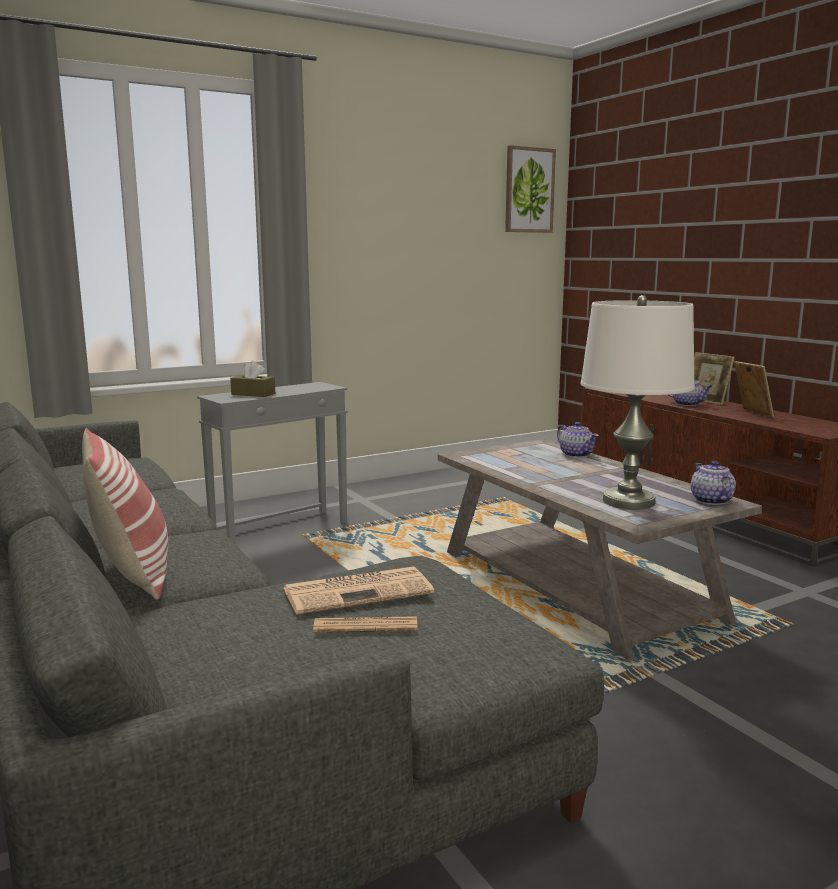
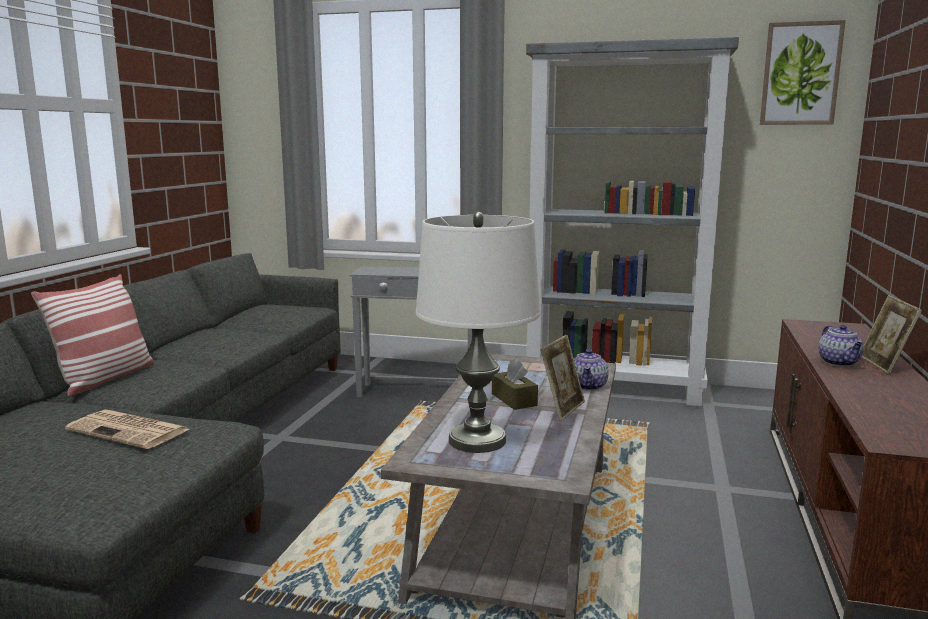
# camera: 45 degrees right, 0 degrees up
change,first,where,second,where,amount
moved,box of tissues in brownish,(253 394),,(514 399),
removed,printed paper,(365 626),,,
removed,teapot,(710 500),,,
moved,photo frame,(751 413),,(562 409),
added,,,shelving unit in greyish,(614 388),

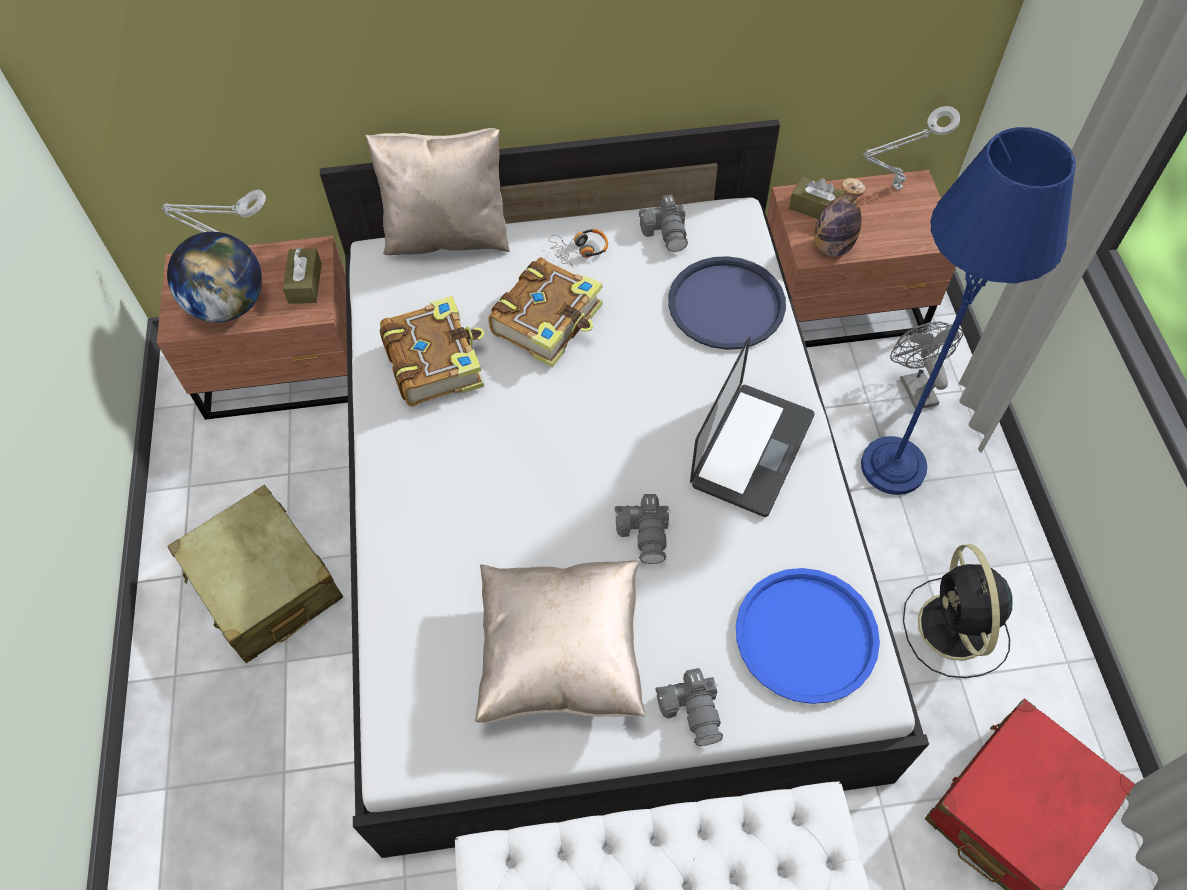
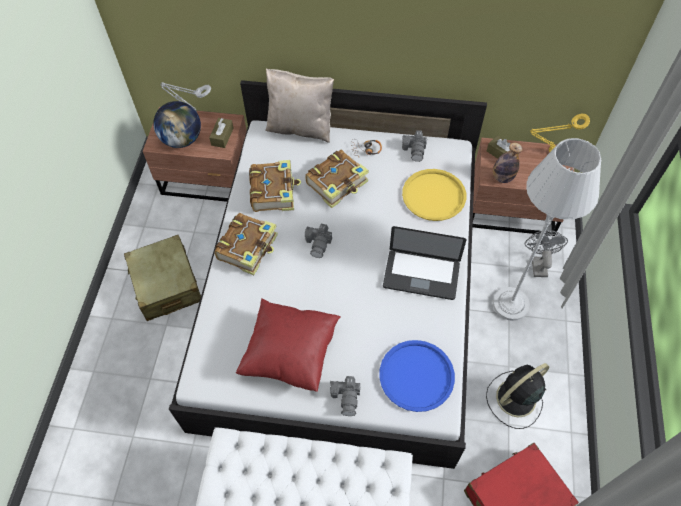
# camera: 15 degrees right, 0 degrees up
change,first,where,second,where,amount
recoloured,throw pillow in sand-coloured,(561 655),throw pillow in red-coloured,(290 353),
moved,still camera,(645 534),,(319 244),
recoloured,carrying tray in blue-coloured,(726 304),carrying tray in yellow-coloured,(433 195),
turned,portable computer,(752 450),,(421 275),60 degrees clockwise
recoloured,standing lamp in blue-coloured,(893 466),standing lamp in greyish,(511 304),
recoloured,tabletop lamp in greyish,(894 188),tabletop lamp in yellow-coloured,(549 152),
turned,fan in black,(954 630),,(514 399),45 degrees clockwise
added,,,bound book,(248 247),

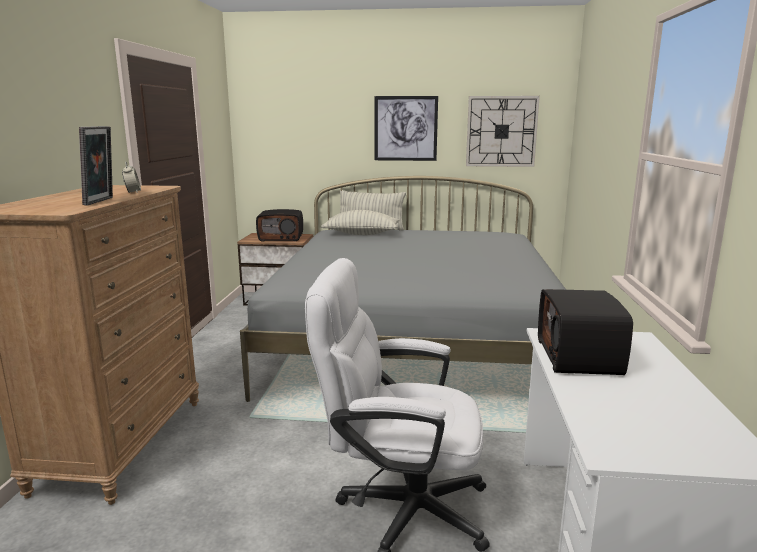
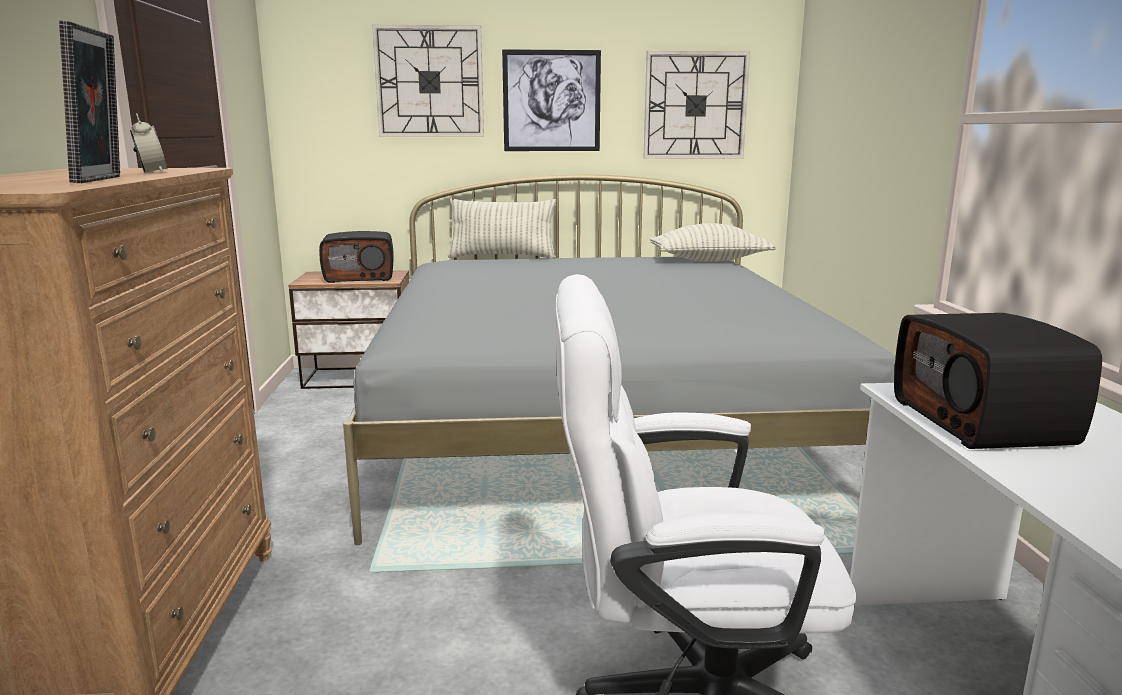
# camera: 10 degrees left, 0 degrees up
change,first,where,second,where,amount
moved,throw pillow,(361 234),,(709 260),
added,,,clock on the wall,(429 82),

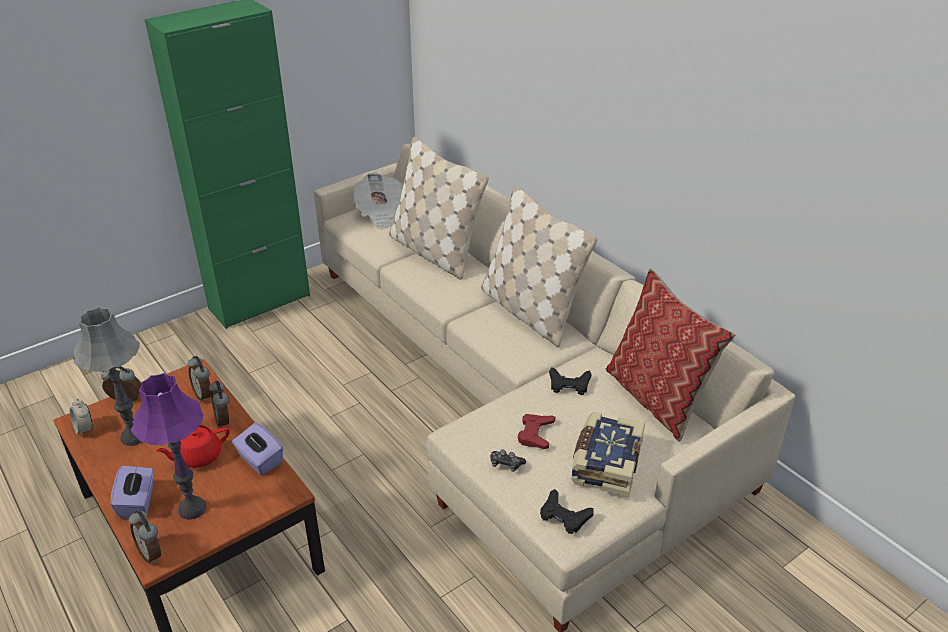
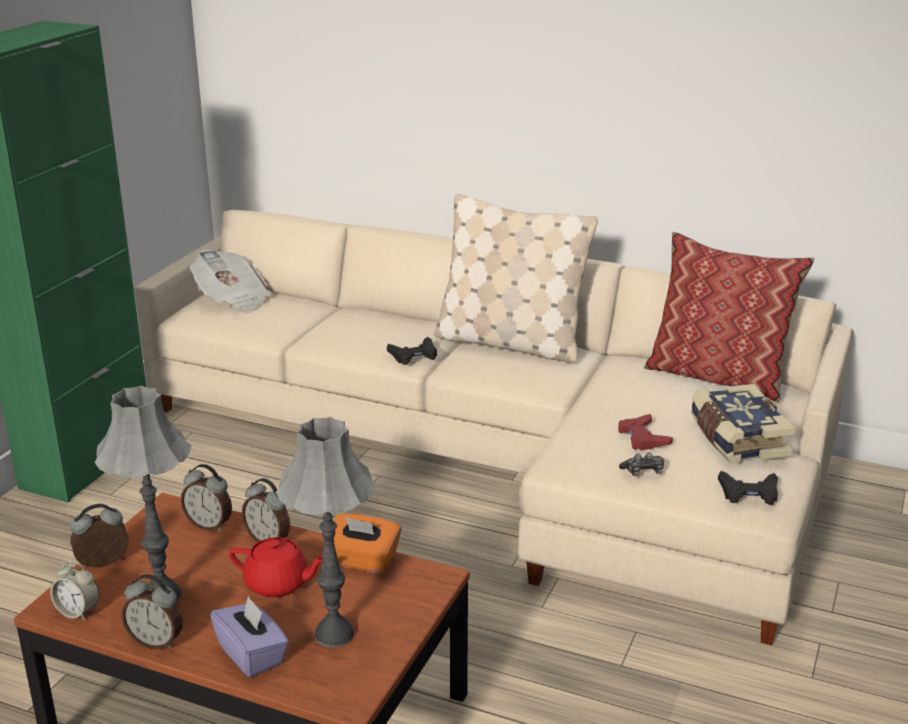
# camera: 30 degrees left, 10 degrees down
change,first,where,second,where,amount
moved,bedside clock,(151 553),,(156 641),
recoloured,tabletop lamp in purple,(192 508),tabletop lamp in greyish,(333 634),
turned,teapot in red-coloured,(198 456),,(278 584),105 degrees counterclockwise
recoloured,box of tissues in purple,(260 460),box of tissues in orange-coloured,(363 561),
removed,throw pillow in sand-coloured,(435 252),,,
moved,joypad in black,(569 384),,(414 355),

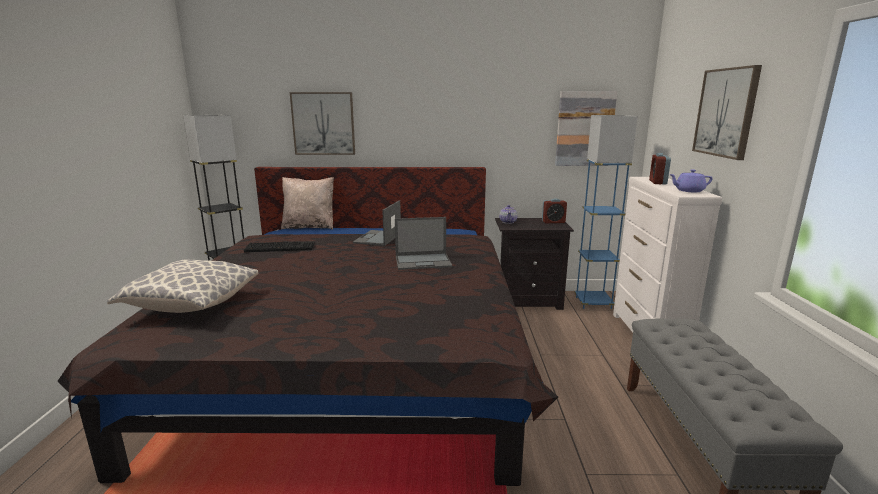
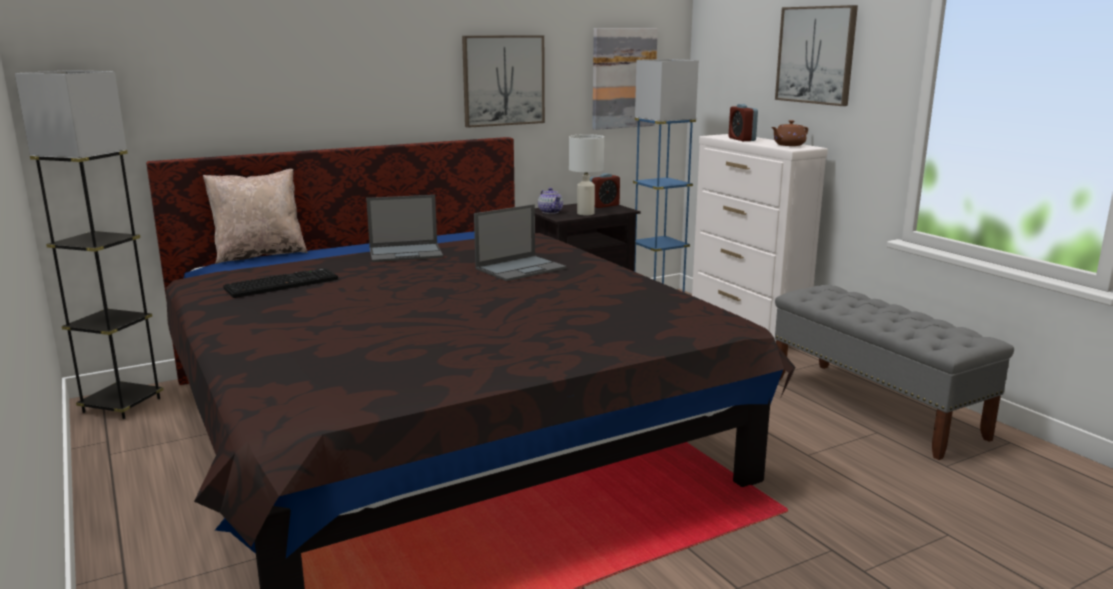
# camera: 30 degrees left, 0 degrees up
change,first,where,second,where,amount
removed,throw pillow,(192 304),,,
moved,wall picture,(323 123),,(503 80),
turned,portable computer,(377 238),,(406 253),90 degrees counterclockwise
recoloured,teapot in purple,(688 191),teapot in brownish,(788 145),
added,,,tabletop lamp in white,(585 213),

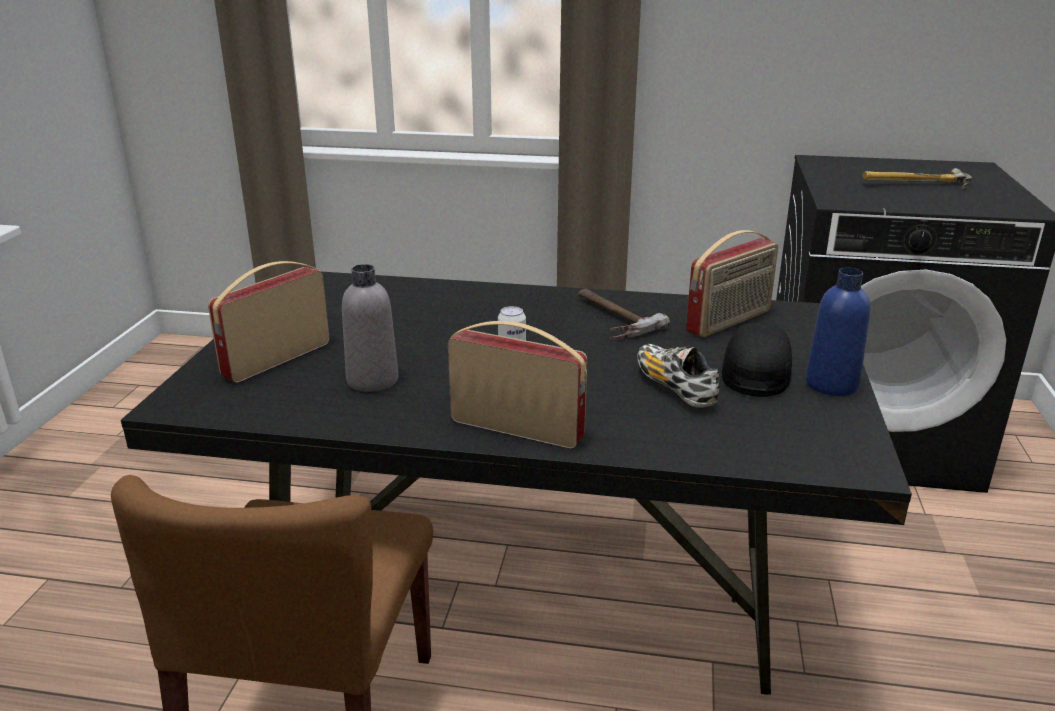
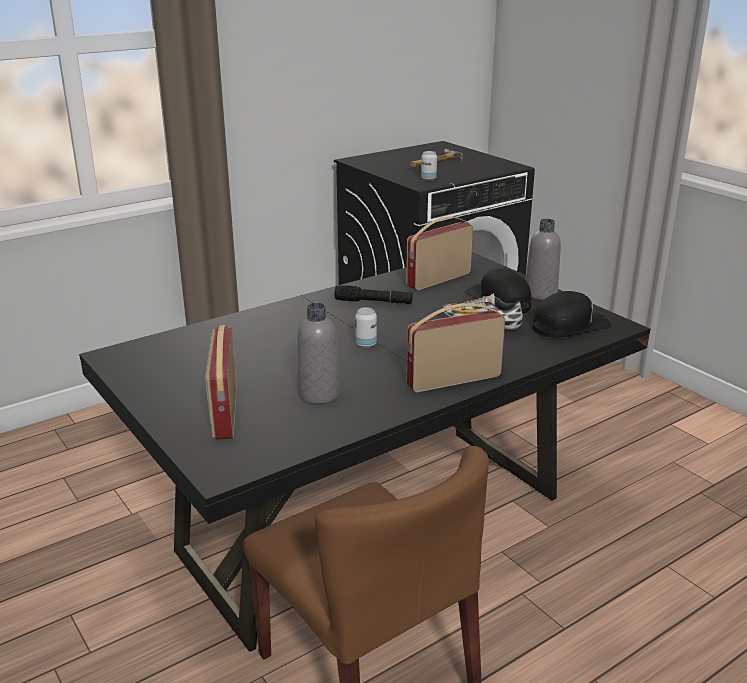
# camera: 45 degrees left, 0 degrees up
change,first,where,second,where,amount
replaced,tool hammer,(608 318),flashlight in black,(373 302),
turned,radio receiver,(730 321),,(438 279),135 degrees counterclockwise
recoloured,bottle in blue-coloured,(831 384),bottle in greyish,(540 294),
added,,,sealed can,(428 179),
added,,,baseball cap in black,(569 325),

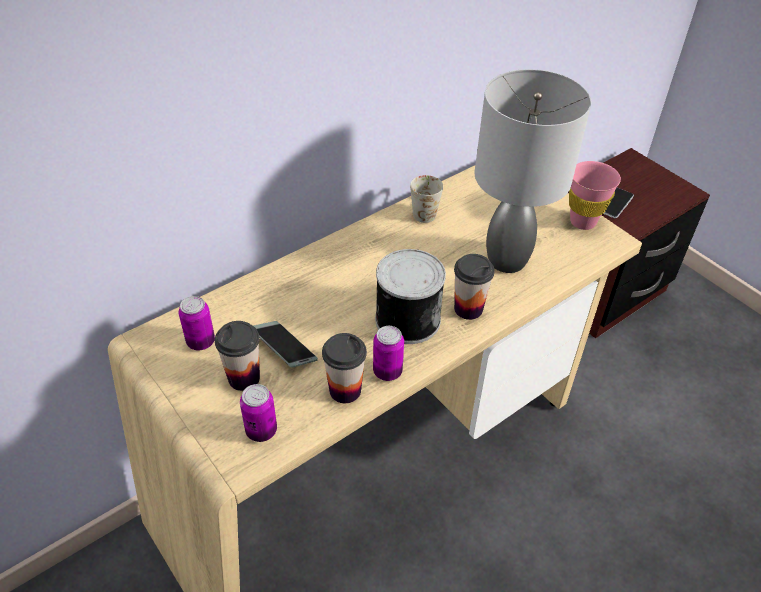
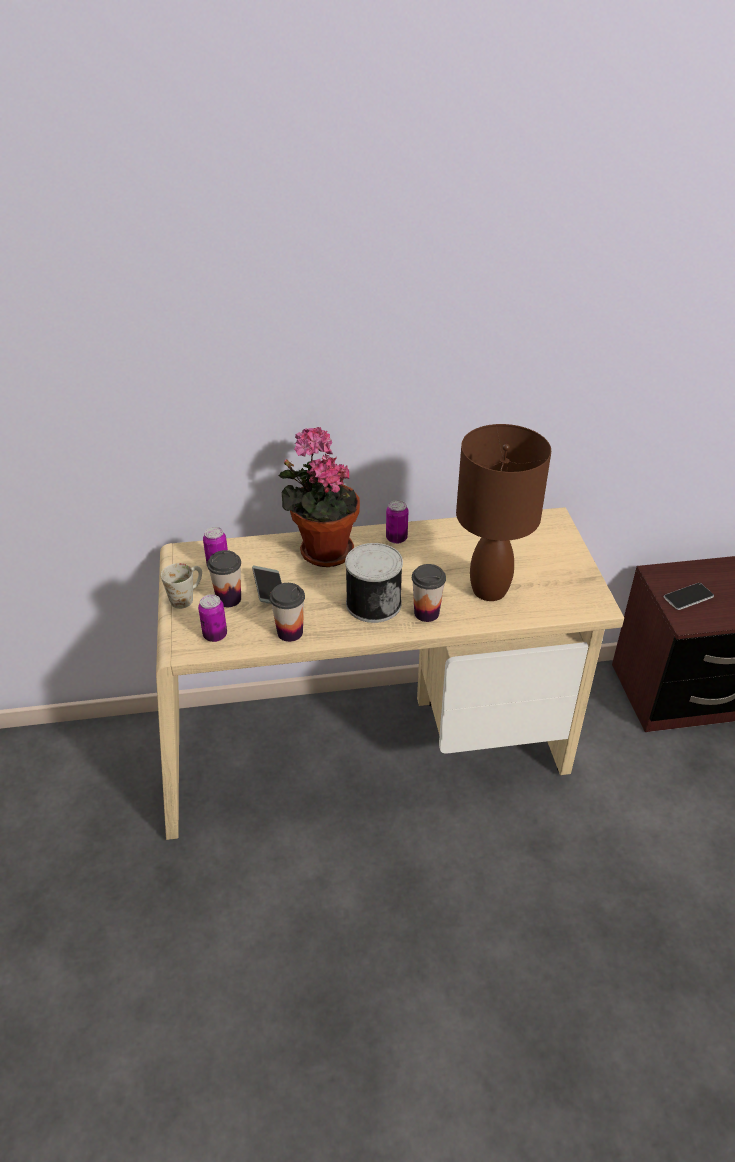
# camera: 30 degrees right, 5 degrees down
change,first,where,second,where,amount
moved,sealed can,(387 371),,(396 538),
moved,tea mug in white,(424 210),,(187 597),
recoloured,tabletop lamp in greyish,(508 260),tabletop lamp in brownish,(490 590),
removed,cup in pinkish,(582 222),,,
added,,,plant in a pot,(322 550),

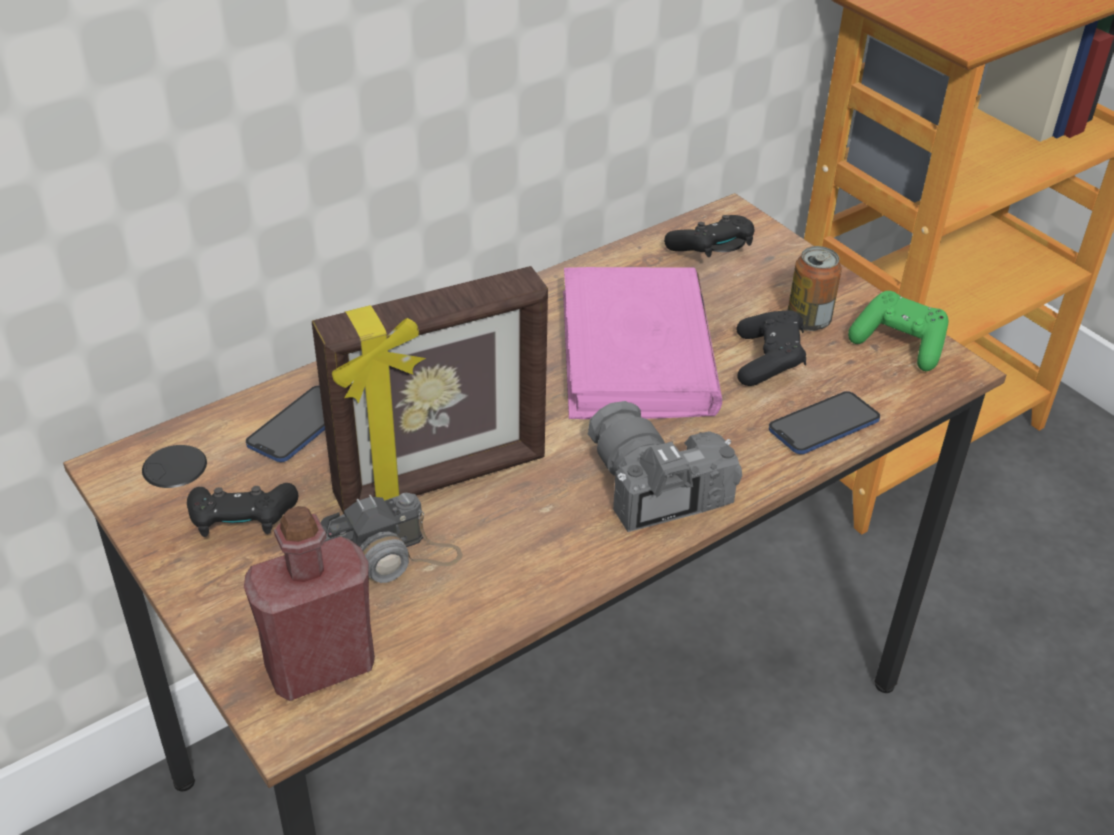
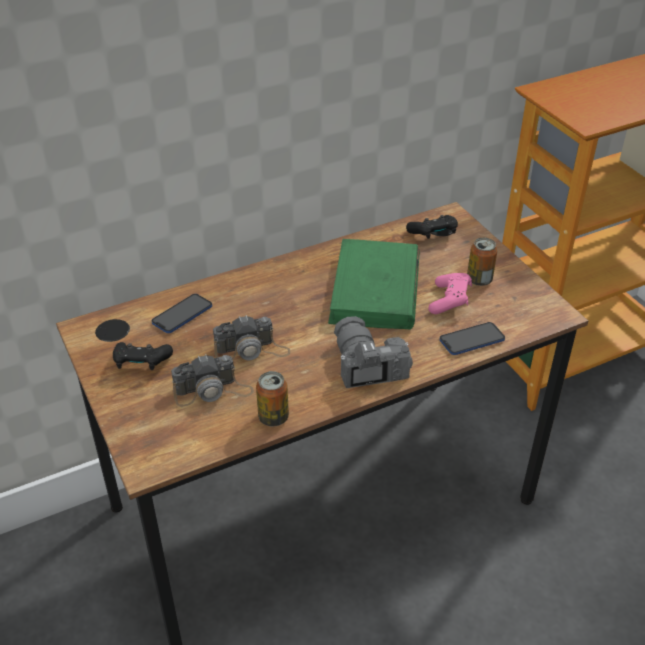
# camera: 10 degrees right, 0 degrees up
change,first,where,second,where,amount
removed,bottle in red-coloured,(320 666),,,
replaced,photo frame,(442 479),still camera,(251 350),
recoloured,bound book in pinkish,(636 353),bound book in greenish,(375 290),
recoloured,joypad in black,(768 361),joypad in pinkish,(450 301),
removed,joypad in greenish,(899 344),,,
added,,,sealed can,(273 417),

